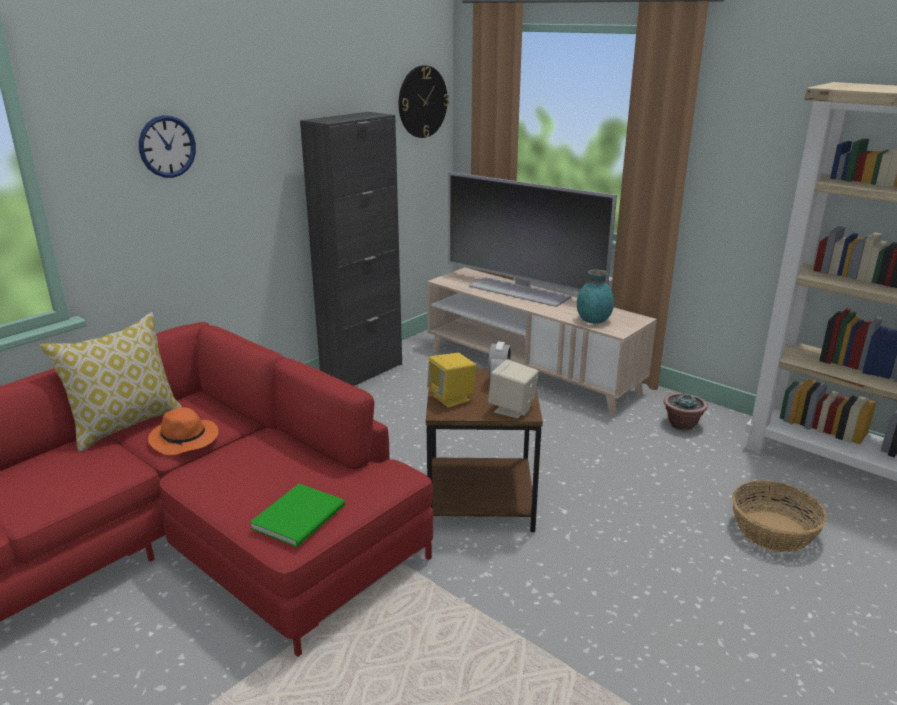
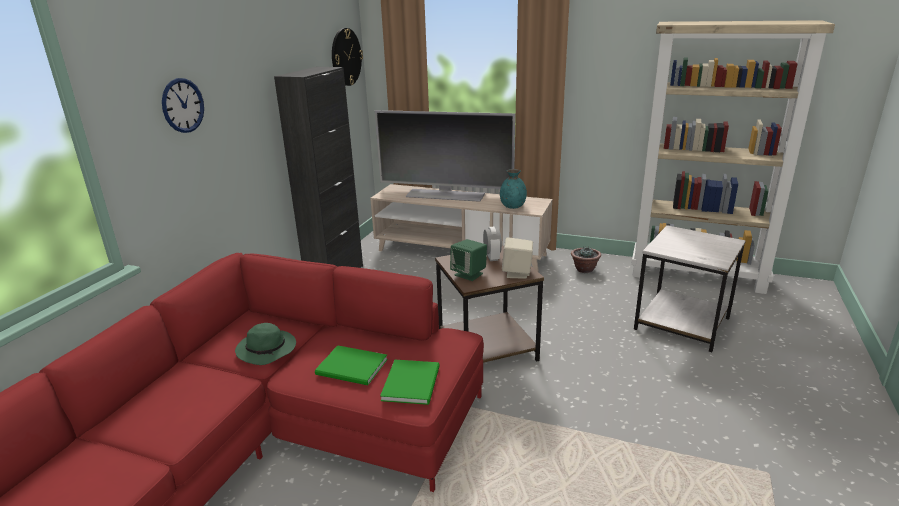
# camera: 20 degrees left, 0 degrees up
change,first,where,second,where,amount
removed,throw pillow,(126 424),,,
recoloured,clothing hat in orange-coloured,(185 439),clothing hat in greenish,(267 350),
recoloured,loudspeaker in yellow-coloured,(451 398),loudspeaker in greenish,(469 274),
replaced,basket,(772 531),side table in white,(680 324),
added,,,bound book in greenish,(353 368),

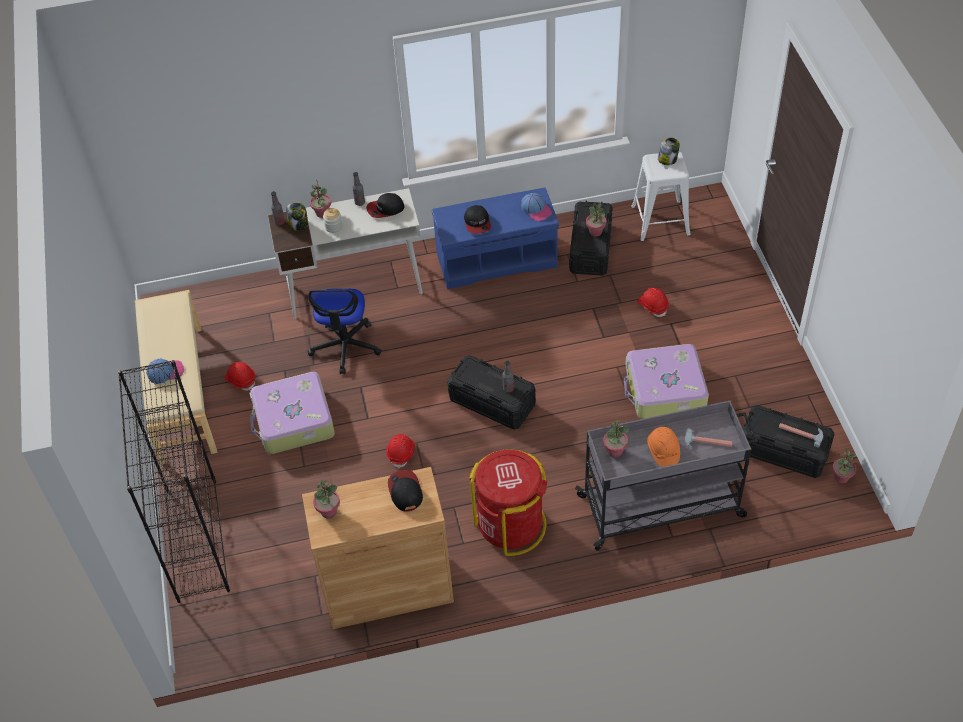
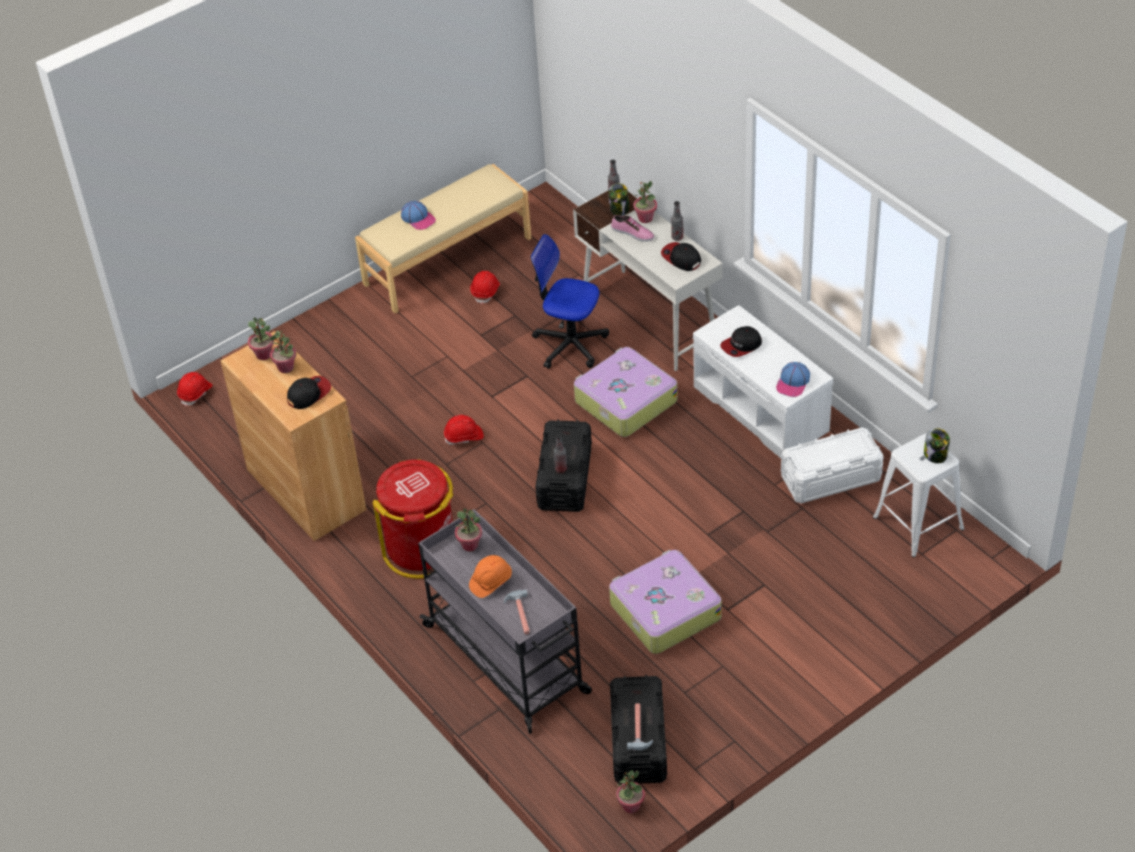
# camera: 65 degrees right, 5 degrees down
change,first,where,second,where,amount
removed,shelving unit in black,(196 539),,,
moved,suitcase,(293 421),,(624 401),
turned,office chair,(345 347),,(570 344),45 degrees clockwise
replaced,preserve jar,(333 227),item of footwear,(632 233),
recoloured,indoor bench in blue-coloured,(497 259),indoor bench in white,(762 408),
recoloured,storage box in black,(590 248),storage box in white,(831 478),
moved,plant in a pot,(595 232),,(286 367),
moved,safety helmet in red-coloured,(653 306),,(195 393),

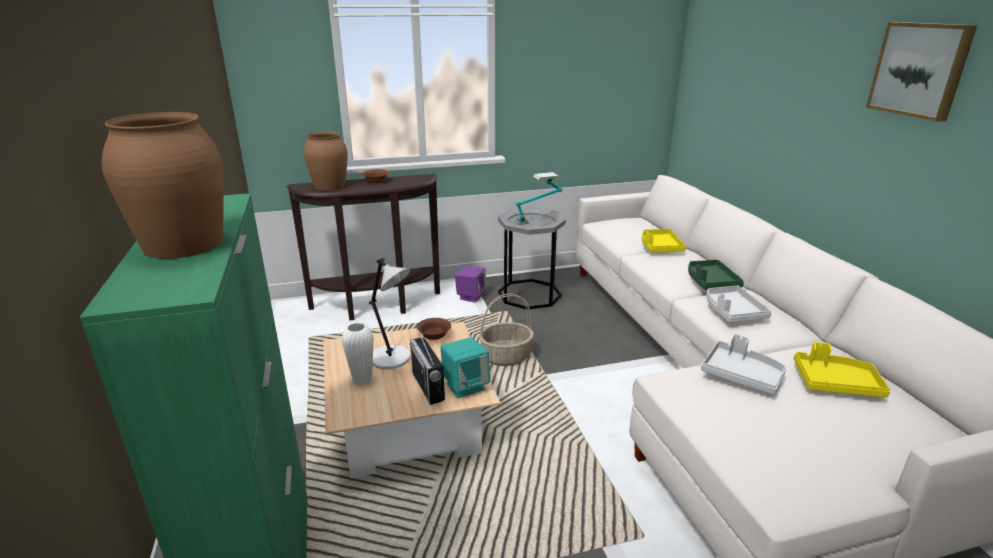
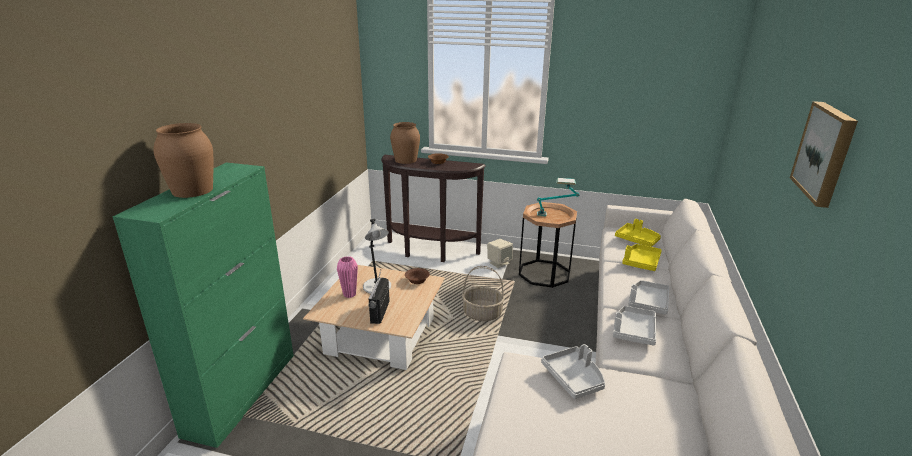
# camera: 30 degrees right, 0 degrees up
change,first,where,second,where,amount
recoloured,flower vase in white,(362 379),flower vase in pinkish,(349 294),
removed,loudspeaker in turquoise-coloured,(465 386),,,
recoloured,loudspeaker in purple,(471 296),loudspeaker in sand-coloured,(499 263),
recoloured,side table in greyish,(529 294),side table in brownish,(544 273),
recoloured,carrying tray in greenish,(710 282),carrying tray in greyish,(647 302),
moved,carrying tray in yellow-coloured,(835 383),,(637 240),

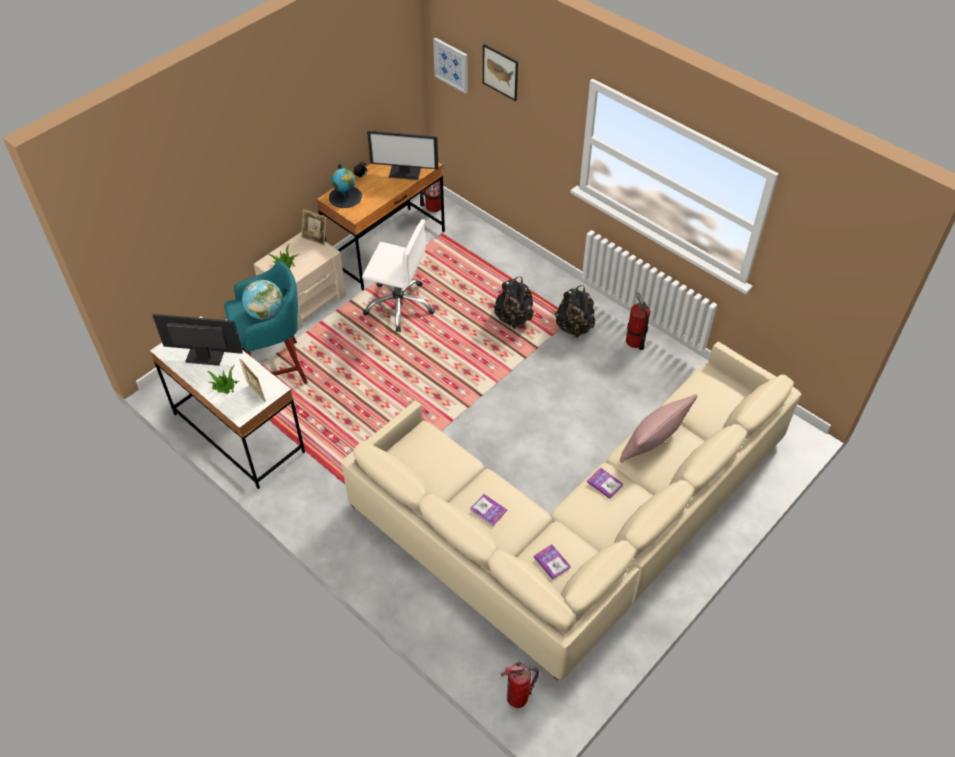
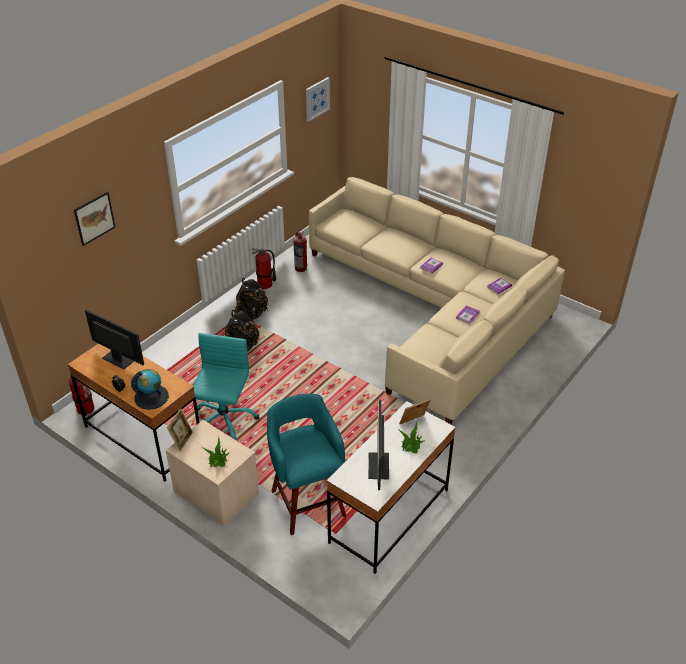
# camera: 95 degrees left, 10 degrees down
change,first,where,second,where,amount
removed,world globe,(265 313),,,
recoloured,office chair in white,(399 305),office chair in turquoise-coloured,(224 421),
turned,computer display,(405 172),,(118 359),60 degrees counterclockwise
moved,wall picture,(451 65),,(317 99),
moved,extinguisher,(517 698),,(301 268),
removed,throw pillow in pinkish,(654 440),,,

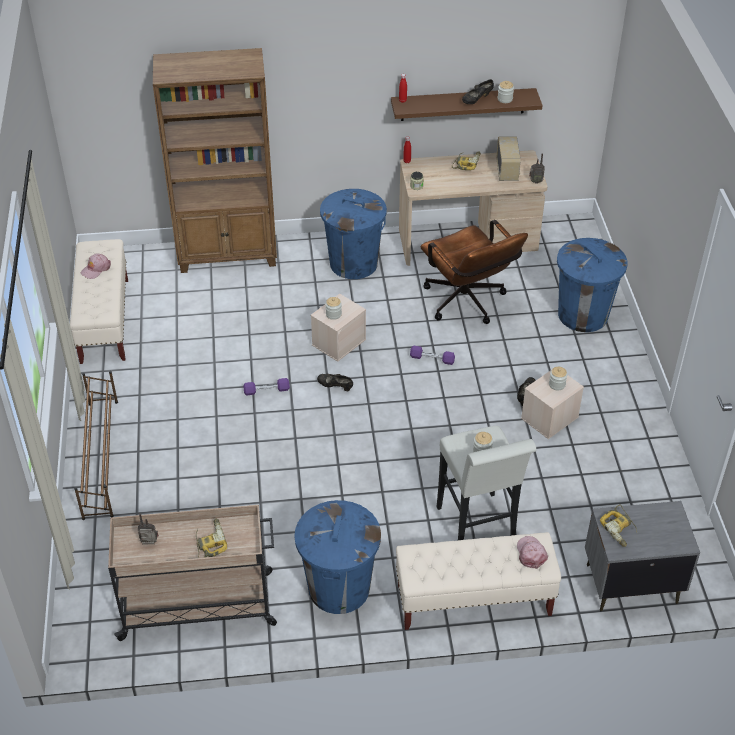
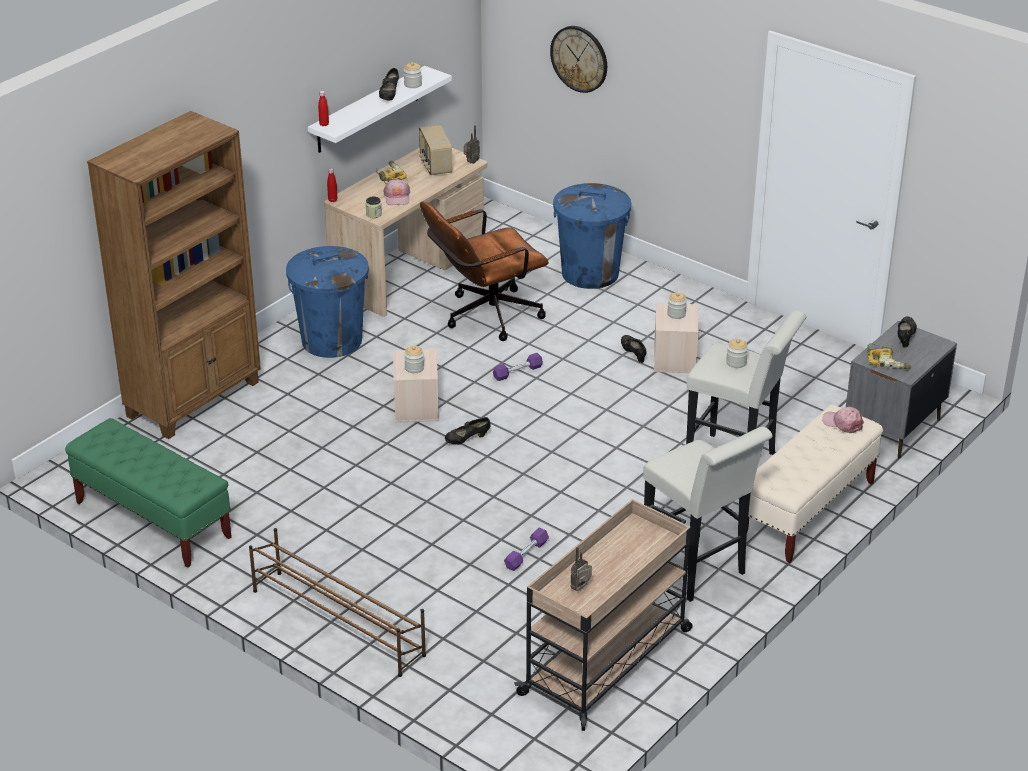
# camera: 45 degrees left, 10 degrees down
change,first,where,second,where,amount
recoloured,indoor bench in sand-coloured,(104 320),indoor bench in greenish,(153 520),
moved,baseball cap in pinkish,(96 269),,(397 197),
removed,electric drill,(210 542),,,
moved,dumbbell in purple,(266 390),,(526 555),
replaced,trash can in blue-coloured,(338 588),stool seat in white,(698 572),
recoloured,wall shelf in brownish,(463 104),wall shelf in white,(368 110),
turned,office chair in brownish,(468 304),,(484 316),135 degrees clockwise
turned,radio receiver,(507 171),,(435 166),150 degrees counterclockwise
added,,,clock on the wall,(579 58),
added,,,item of footwear in black,(905 337),

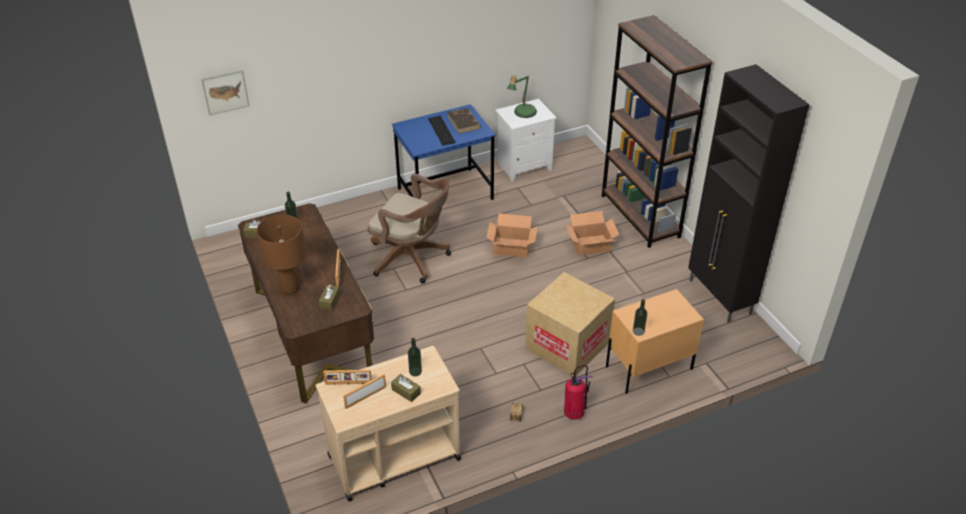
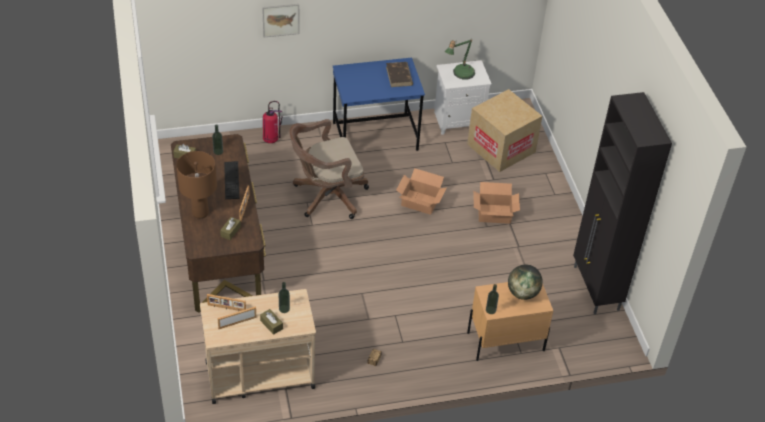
# camera: 10 degrees right, 5 degrees up
change,first,where,second,where,amount
moved,wall picture,(225 92),,(281 20),
turned,office chair in brownish,(412 259),,(326 196),120 degrees clockwise
moved,computer keyboard,(441 130),,(231 180),
moved,carton,(567 345),,(501 148),
moved,extinguisher,(574 413),,(271 139),
removed,shelving unit in brownish,(640 216),,,
added,,,world globe,(522 293),

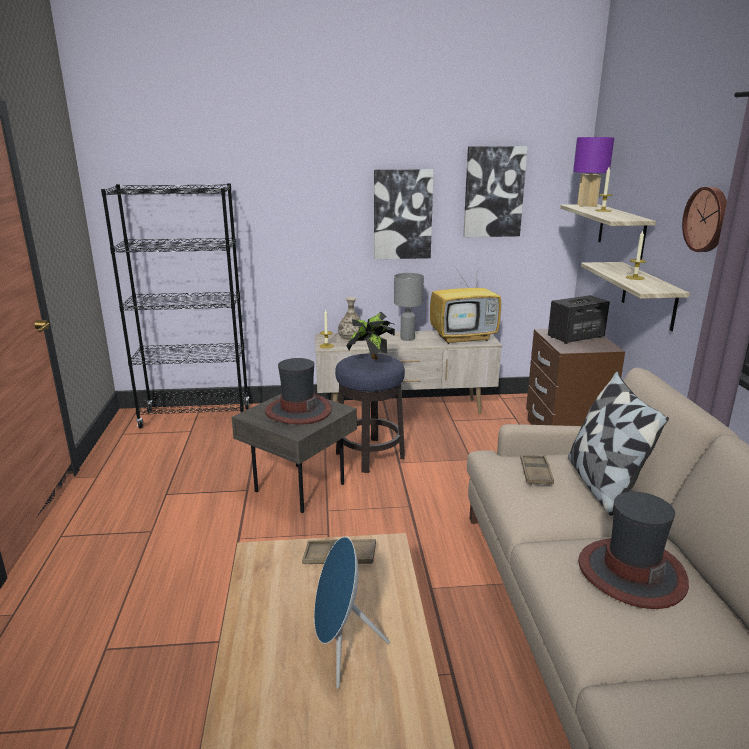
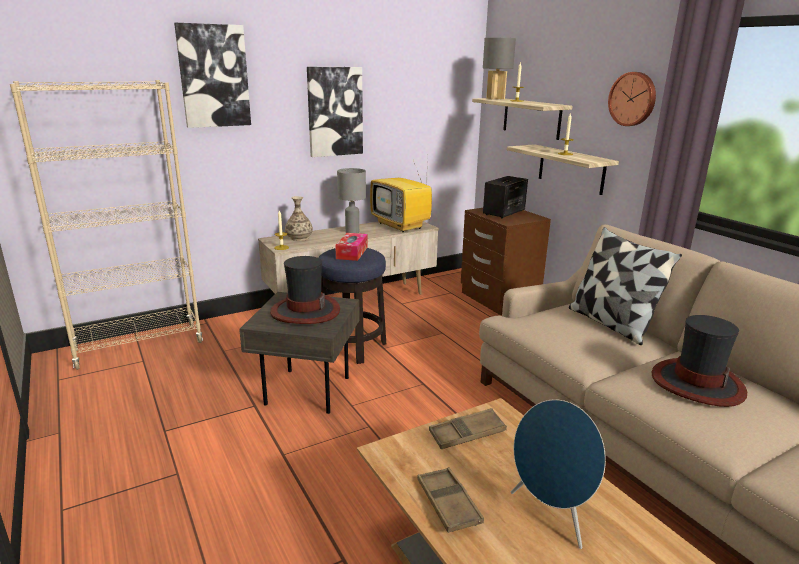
# camera: 25 degrees left, 0 degrees up
change,first,where,second,where,amount
recoloured,shelving unit in black,(196 417),shelving unit in sand-coloured,(139 346),
replaced,plant in a pot,(372 361),box of tissues,(352 253),
turned,television,(464 338),,(401 226),90 degrees clockwise
moved,wall picture,(493 192),,(214 76),
moved,carrying tray in brownish,(535 473),,(448 503),
recoloured,tabletop lamp in purple,(587 205),tabletop lamp in greyish,(496 98),

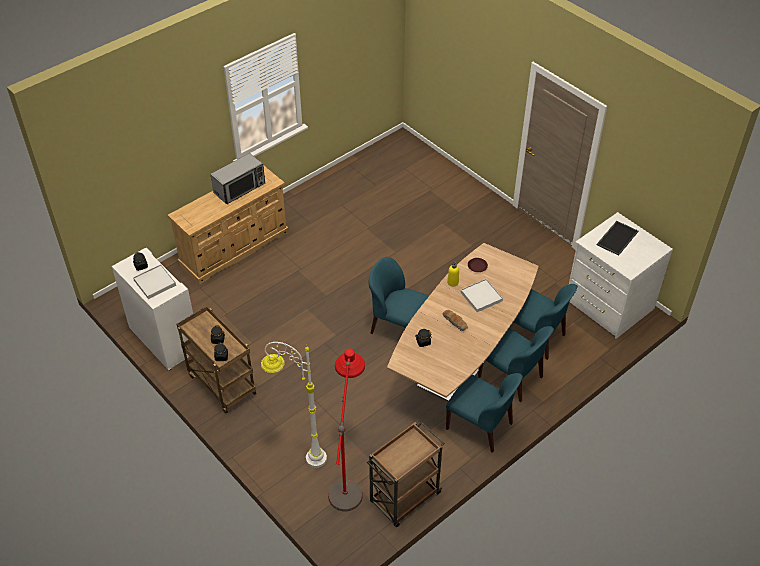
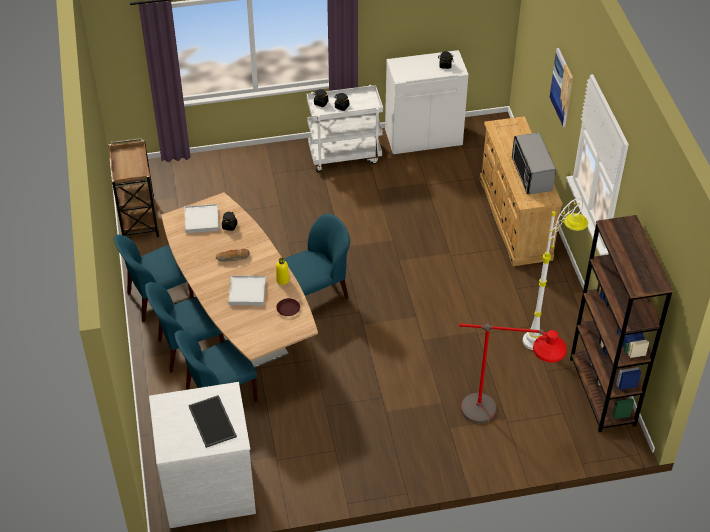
# camera: 120 degrees right, 0 degrees up
change,first,where,second,where,amount
moved,carrying tray in white,(155 283),,(201 220),
recoloured,cart in brownish,(220 384),cart in white,(345 155),
moved,standing lamp in white,(299 454),,(546 332),
moved,standing lamp in red-coloured,(348 475),,(500 421),
added,,,wall picture,(562 87),
added,,,shelving unit in brownish,(602 392),

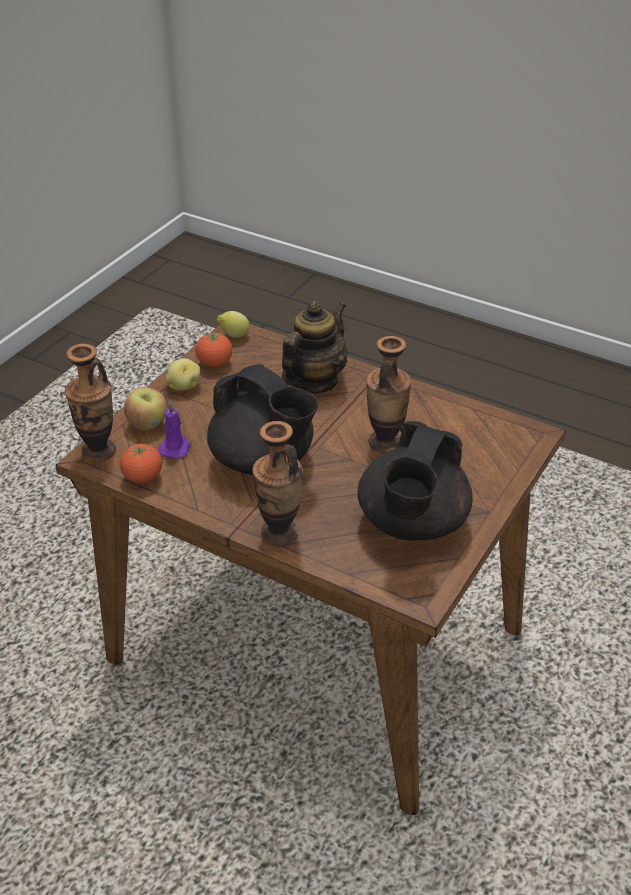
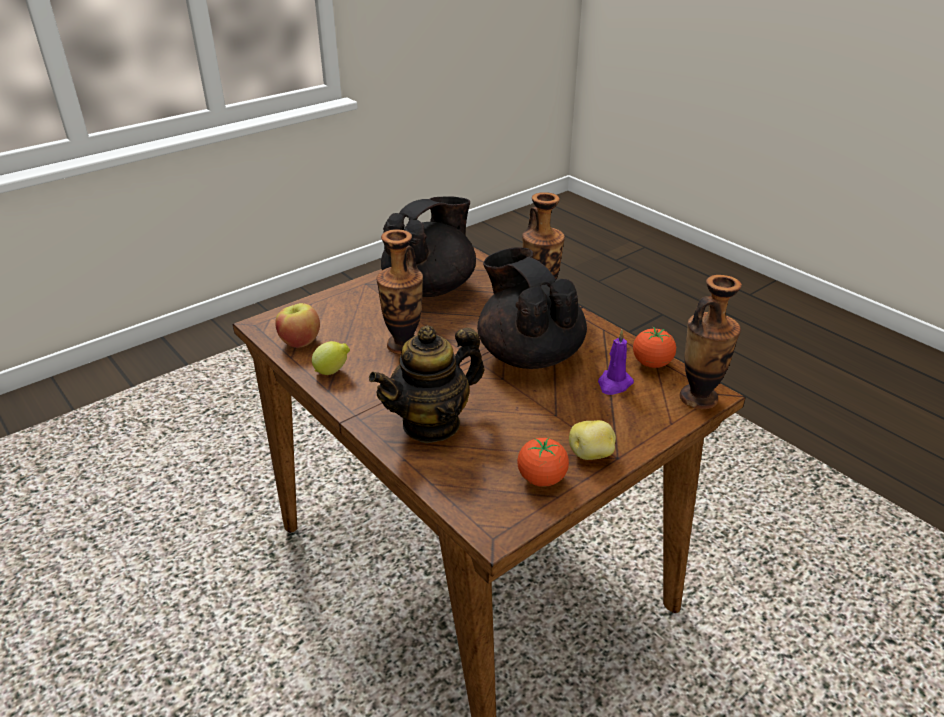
# camera: 160 degrees left, 5 degrees down
change,first,where,second,where,amount
moved,apple fruit,(147 424),,(300 341),
moved,whole lemon,(233 336),,(332 371),

